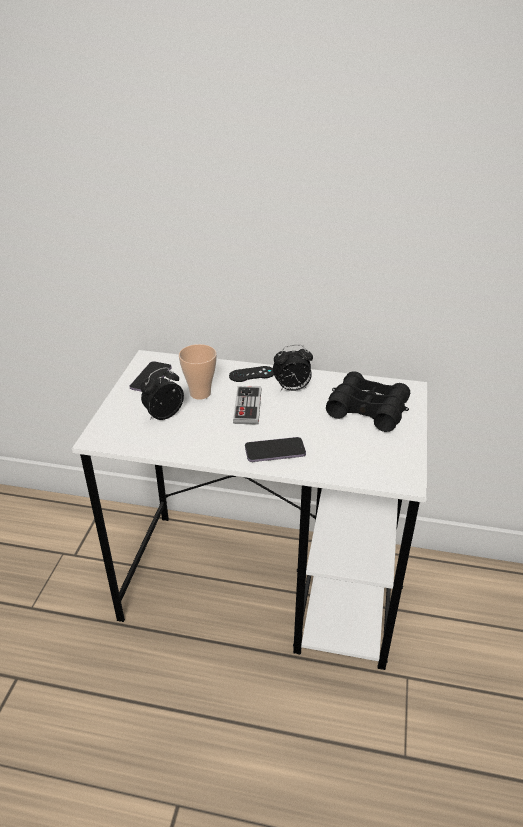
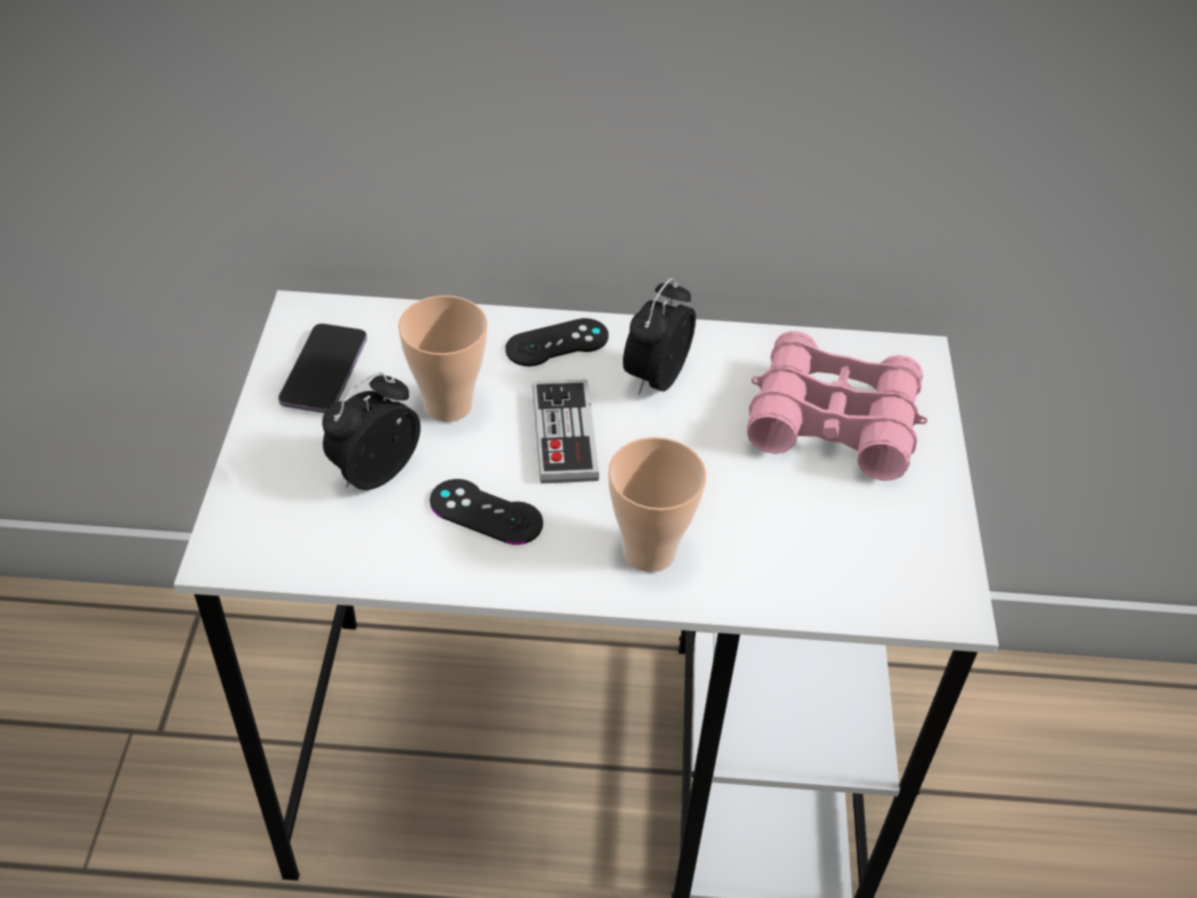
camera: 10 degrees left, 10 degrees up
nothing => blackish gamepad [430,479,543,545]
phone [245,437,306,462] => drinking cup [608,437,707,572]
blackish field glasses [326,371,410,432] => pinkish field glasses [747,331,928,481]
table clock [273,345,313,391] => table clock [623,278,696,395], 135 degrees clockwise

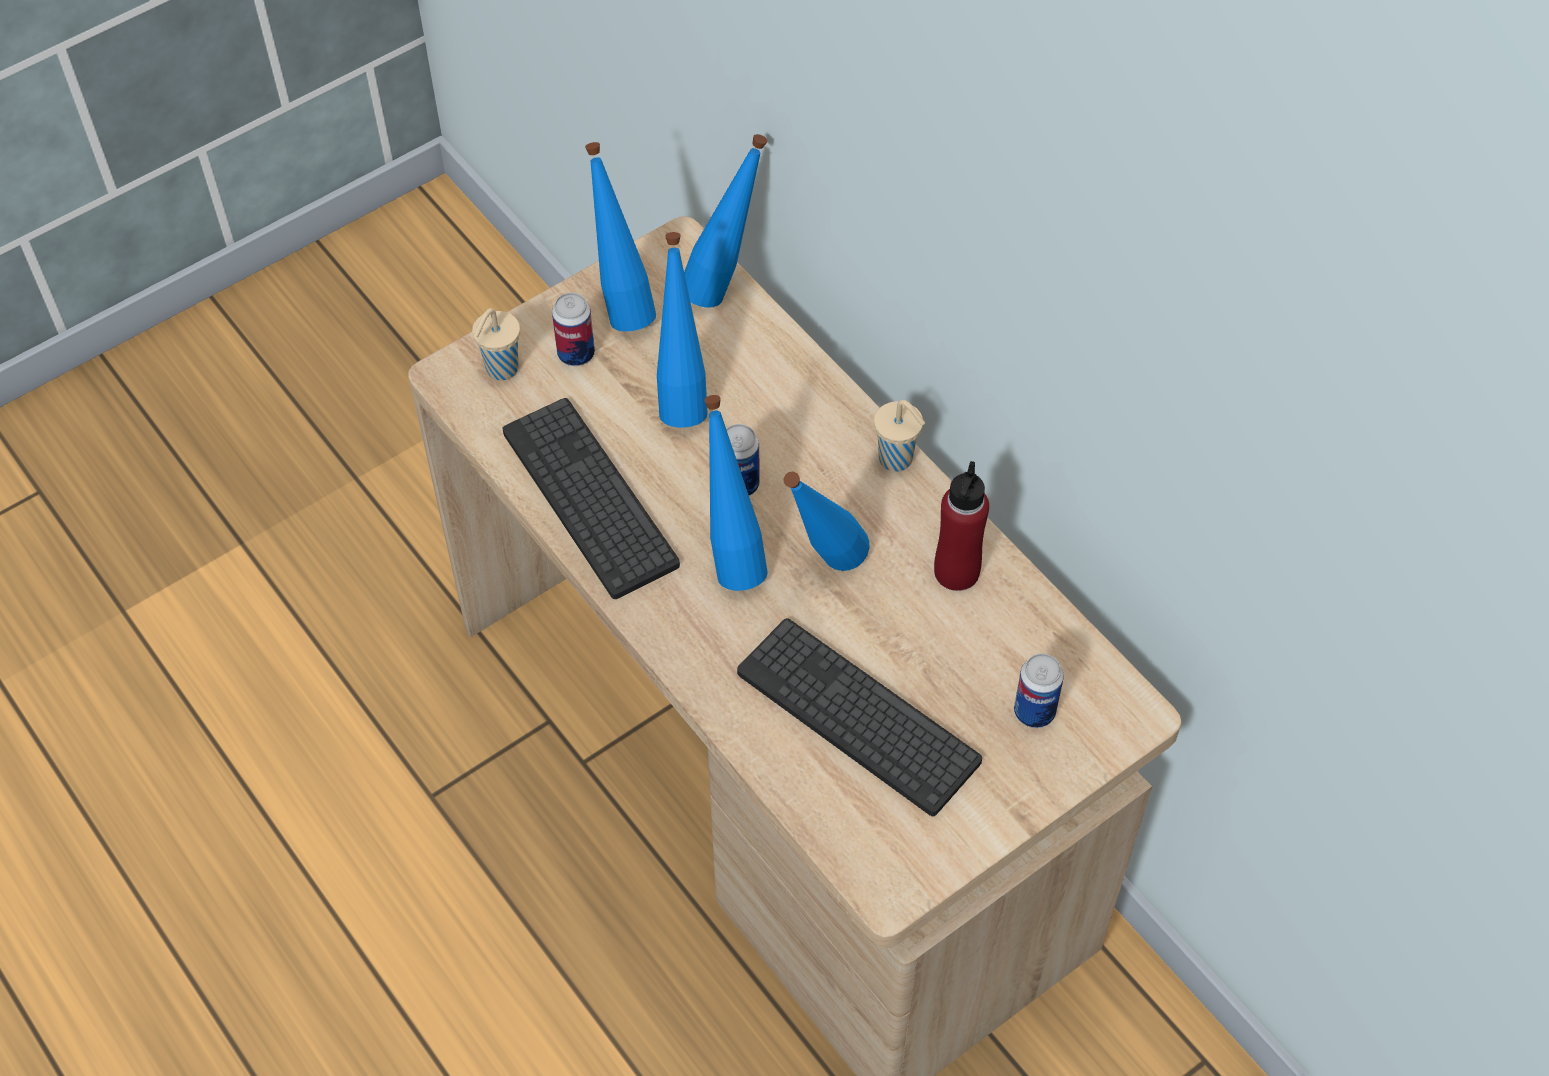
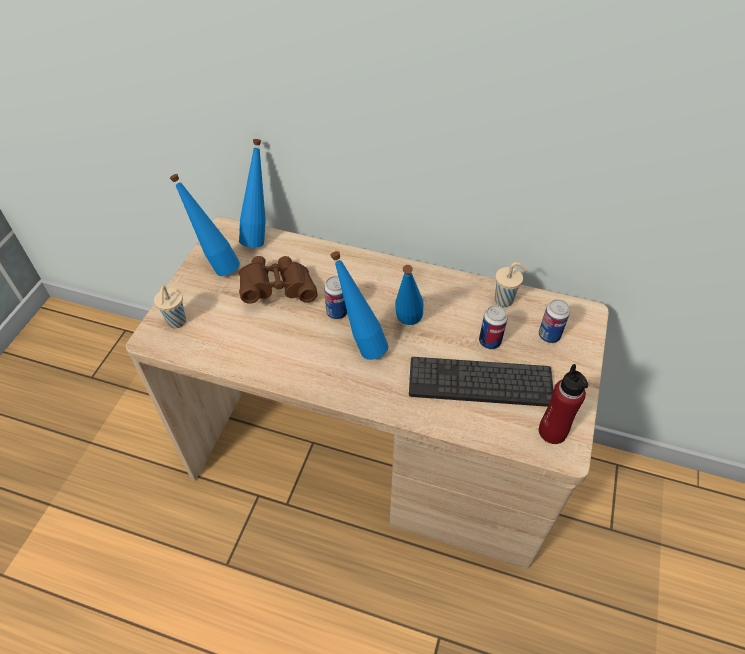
camera: 35 degrees left, 5 degrees down
PC keyboard [503,398,680,599] => nothing
can [552,293,595,366] => can [479,305,508,349], moved
beige drinking cup [874,400,925,472] => beige drinking cup [495,262,528,307], moved
reddish drink bottle [934,461,989,591] => reddish drink bottle [539,364,588,444], moved
bluish drink bottle [657,232,708,428] => brown-coloured field glasses [239,256,318,304]

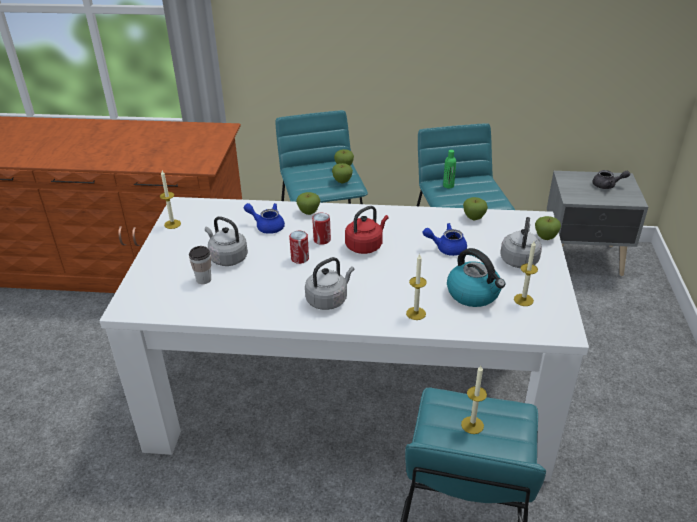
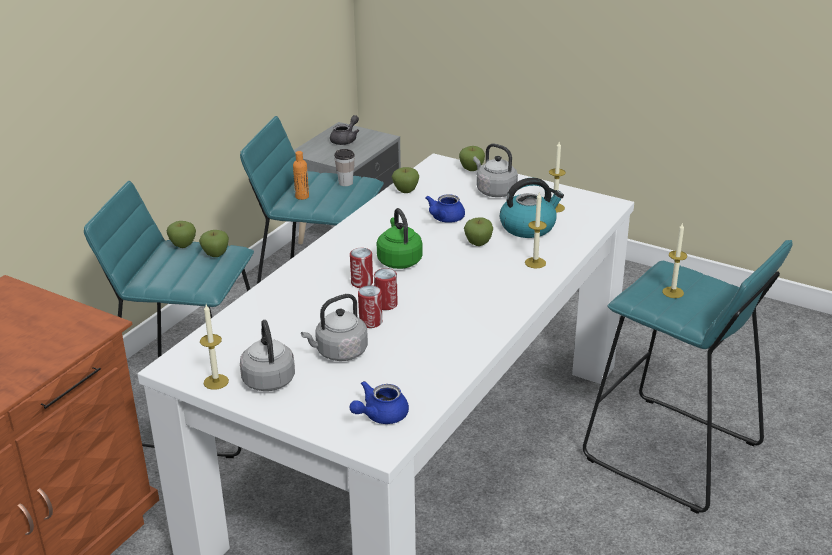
camera: 65 degrees left, 5 degrees down
nothing => can [358,285,382,328]
drinking cup [189,246,211,284] => drinking cup [334,149,355,186], moved
bluish teapot [244,203,285,234] => bluish teapot [350,381,409,424], moved
whole apple [296,192,320,215] => whole apple [464,217,493,246], moved
greyish kettle [305,257,354,310] => greyish kettle [240,320,295,391], moved
reddish kettle [345,206,389,254] => greenish kettle [377,208,423,269]
greenish drink bottle [443,150,456,188] => orange-coloured drink bottle [293,151,309,200]

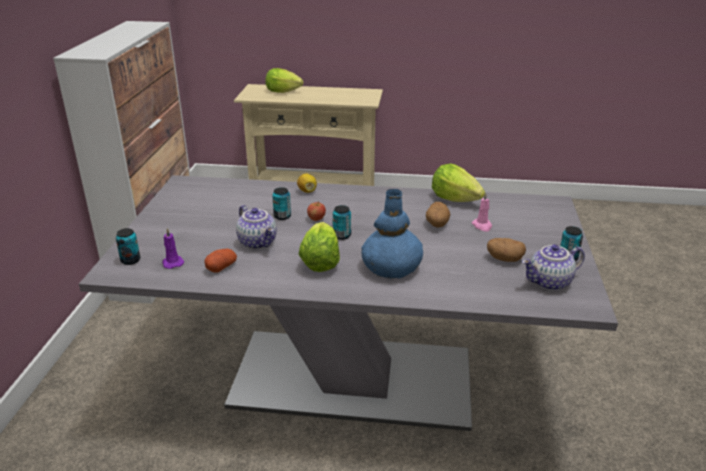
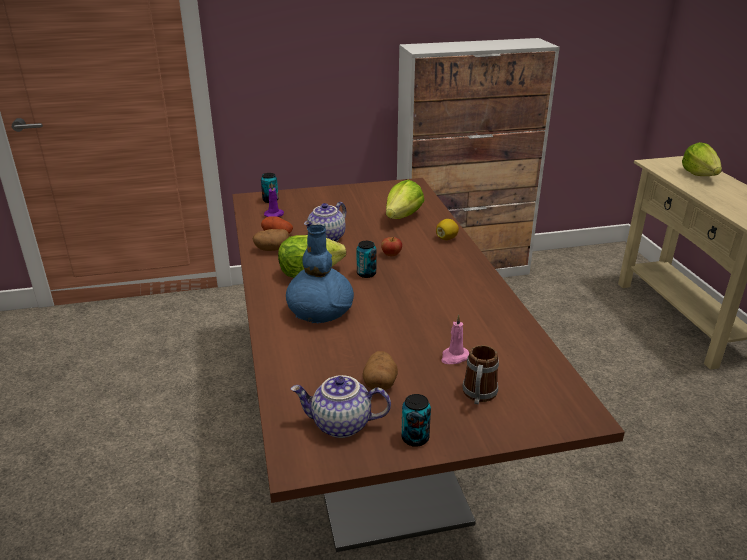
camera: 70 degrees right, 0 degrees up
can [272,187,291,220] => nothing
nothing => coffee mug [463,345,499,405]
spud [426,202,450,228] => spud [253,229,290,251], moved
lettuce [432,164,485,202] => lettuce [386,180,424,219], moved
greyish dining table [79,175,618,431] => brown-coloured dining table [232,178,625,552]
teapot [522,244,585,291] => teapot [290,375,391,438], 45 degrees counterclockwise

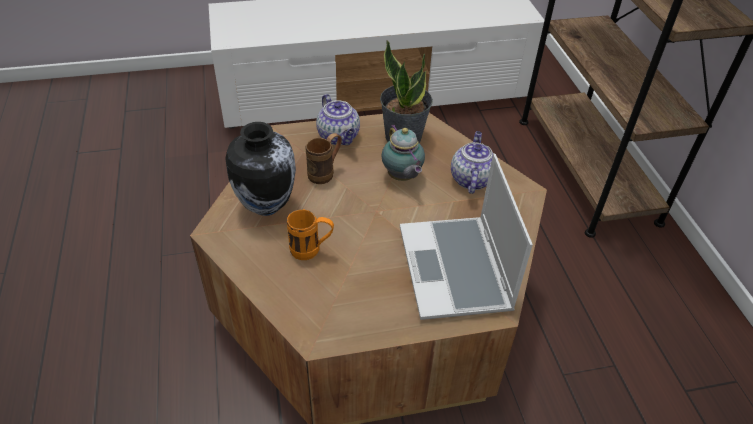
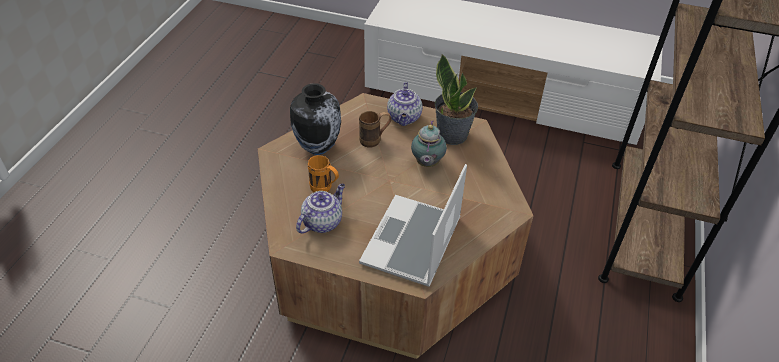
camera: 30 degrees right, 0 degrees up
teapot [451,131,493,194] => teapot [296,184,345,233], moved

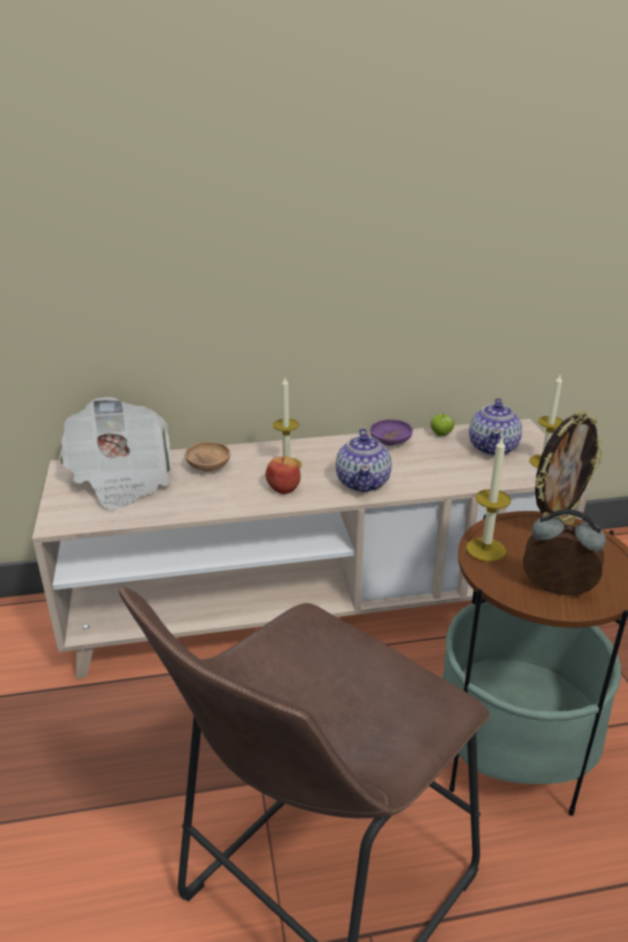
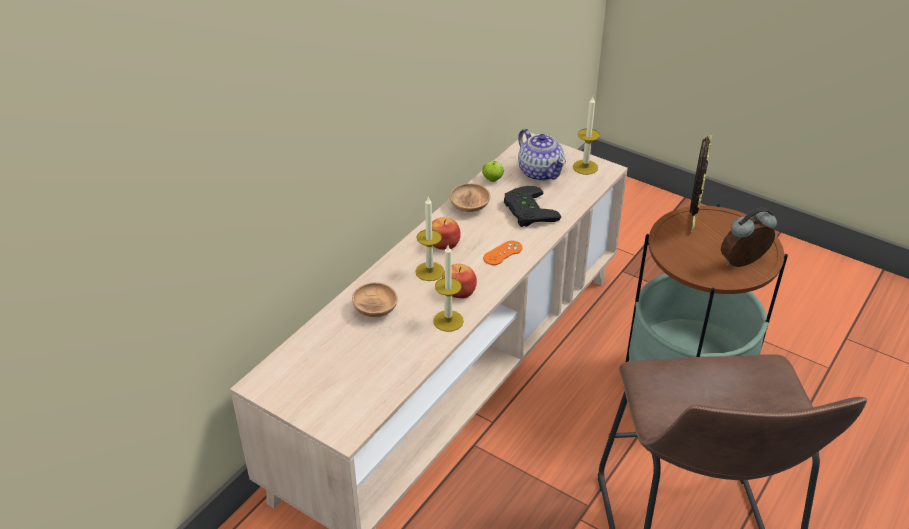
camera: 45 degrees left, 10 degrees up
printed paper [59,397,172,510] => nothing
nothing => whole apple [432,217,461,250]
nothing => blackish gamepad [504,186,561,227]
candle [466,438,511,562] => candle [433,245,464,332], moved
teapot [336,428,392,492] => orange-coloured gamepad [483,241,523,265]
purple serving bowl [370,419,413,446] => brown-coloured serving bowl [450,183,490,212]

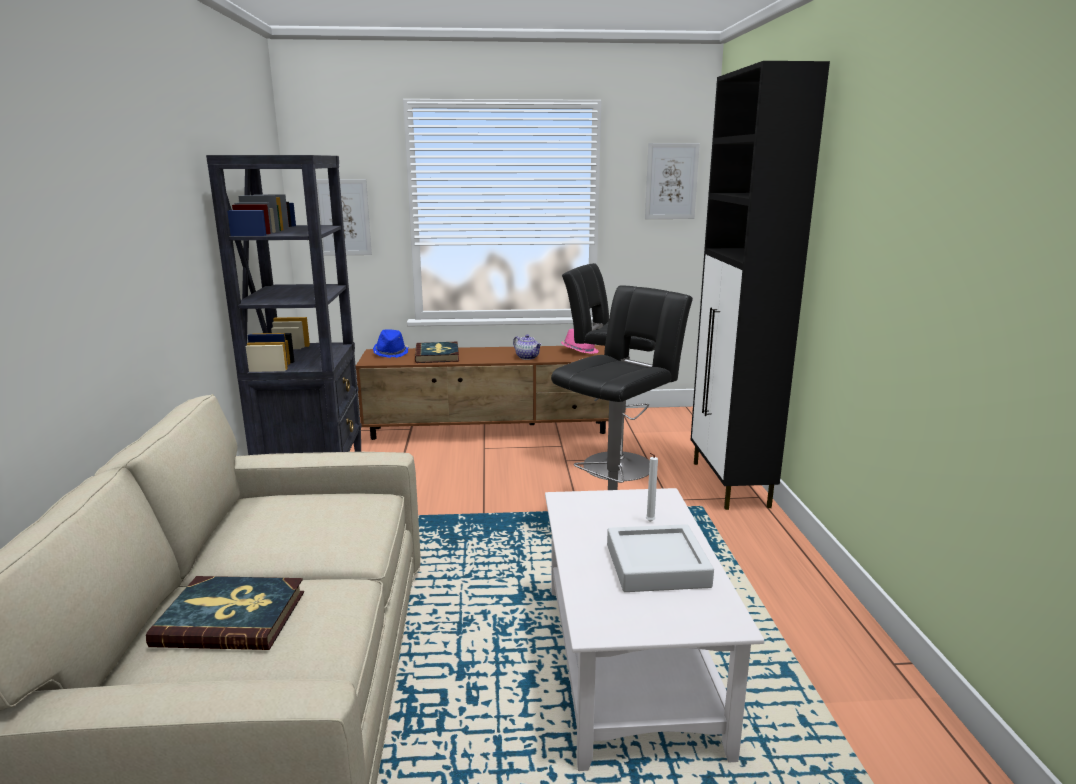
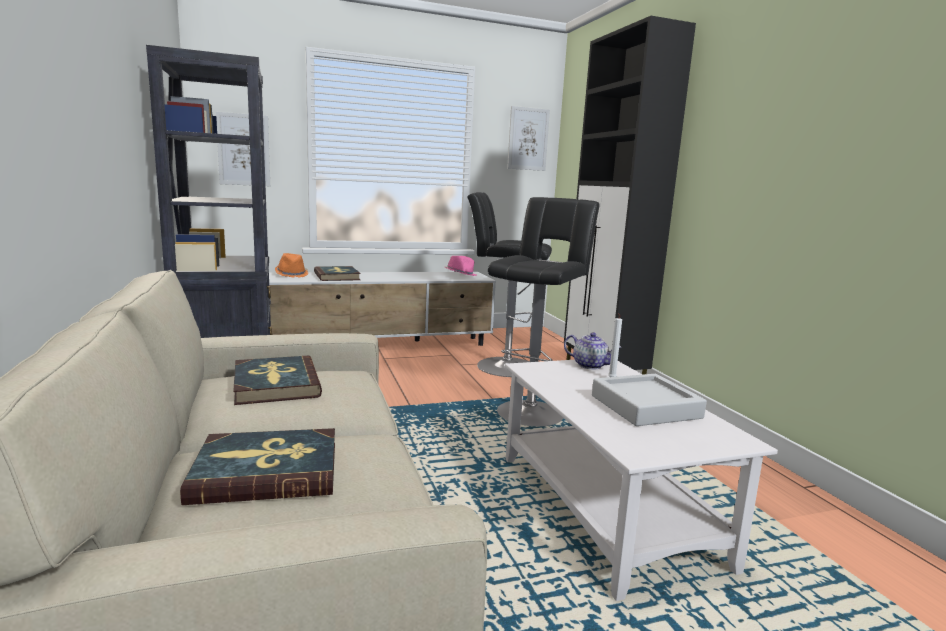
camera: 15 degrees left, 5 degrees down
nothing => book [233,355,322,405]
teapot [513,334,542,360] => teapot [564,332,621,369], moved
brown-coloured media console [356,345,609,440] => white-coloured media console [269,272,496,346]
bluish hat [373,329,409,358] => orange-coloured hat [275,253,308,278]

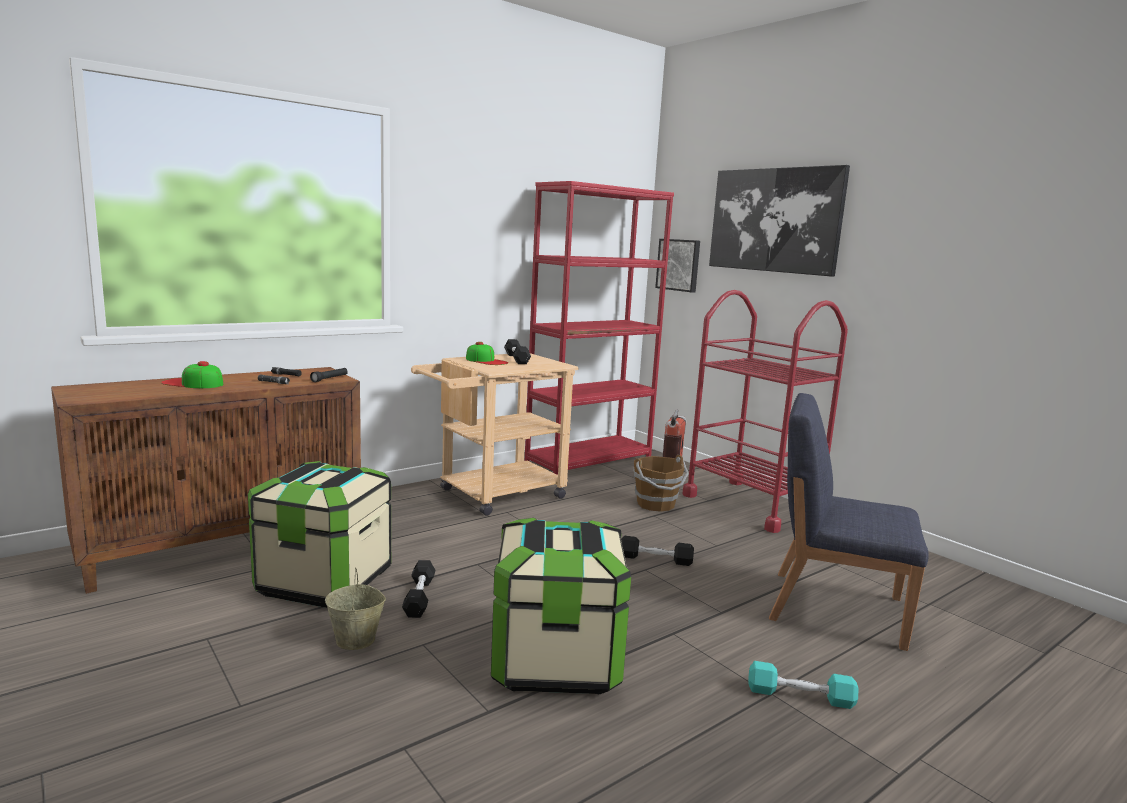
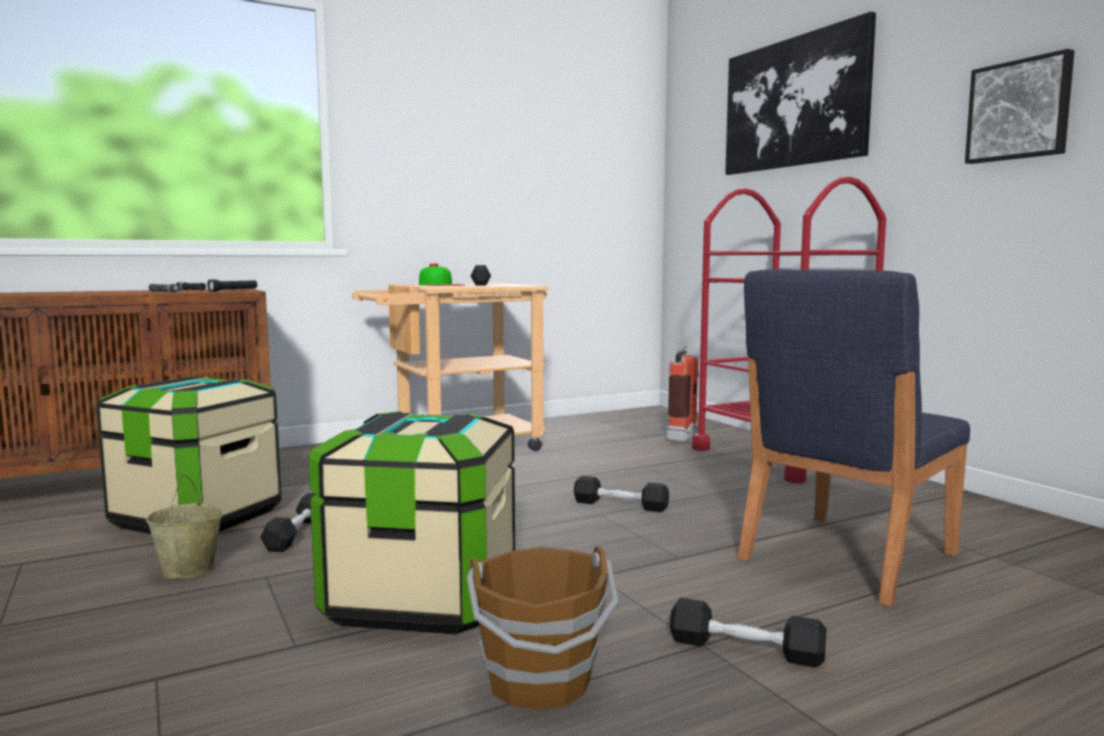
camera: 10 degrees right, 5 degrees down
peaked cap [161,361,223,388] => nothing
reddish shelving unit [525,181,674,475] => nothing
brown-coloured bucket [634,455,689,512] => brown-coloured bucket [466,546,619,710], moved
wall art [655,239,700,292] => wall art [965,49,1075,164], moved
turquoise-coloured free weight [748,661,859,709] => blackish free weight [670,598,827,668]
bluish plain chair [769,393,929,651] => bluish plain chair [737,269,970,607], 75 degrees counterclockwise

